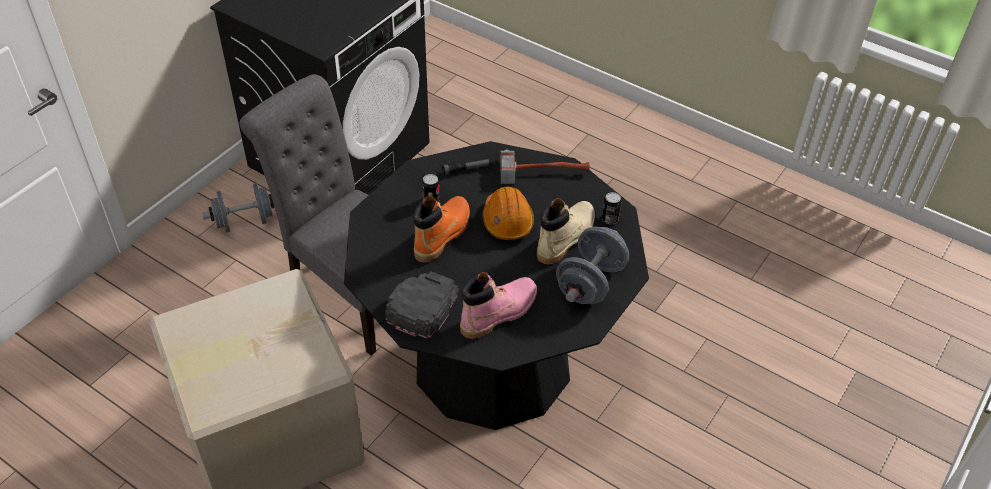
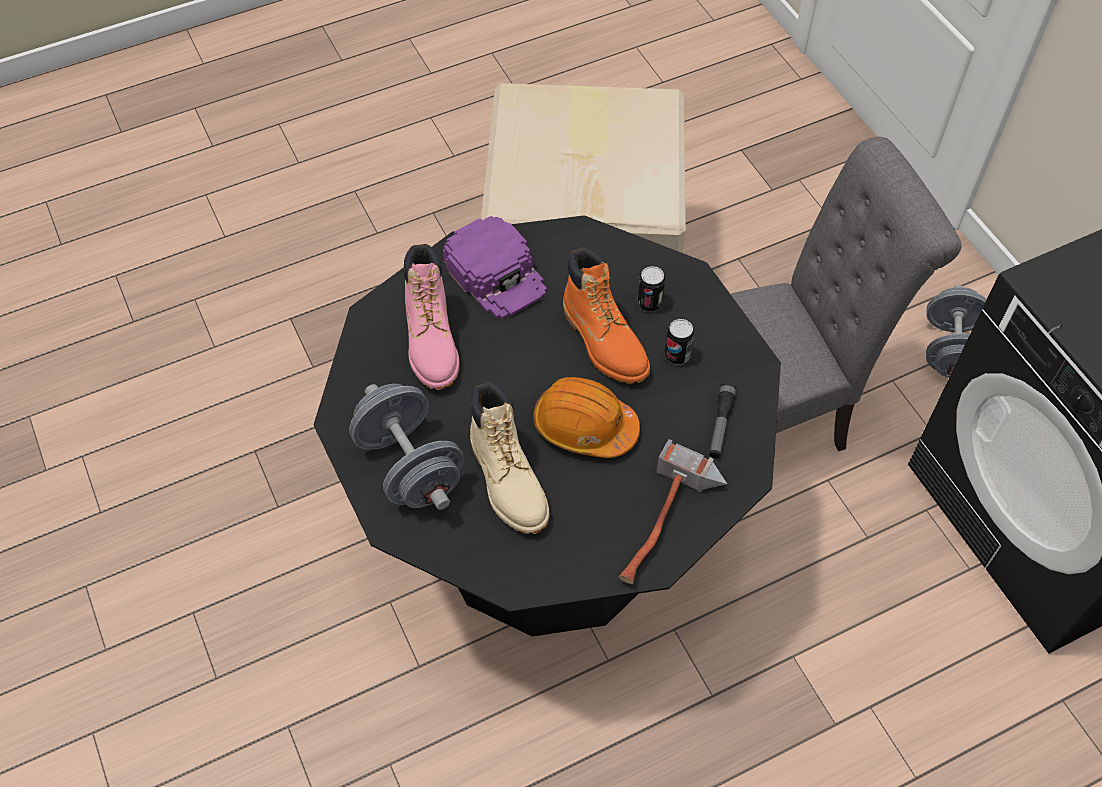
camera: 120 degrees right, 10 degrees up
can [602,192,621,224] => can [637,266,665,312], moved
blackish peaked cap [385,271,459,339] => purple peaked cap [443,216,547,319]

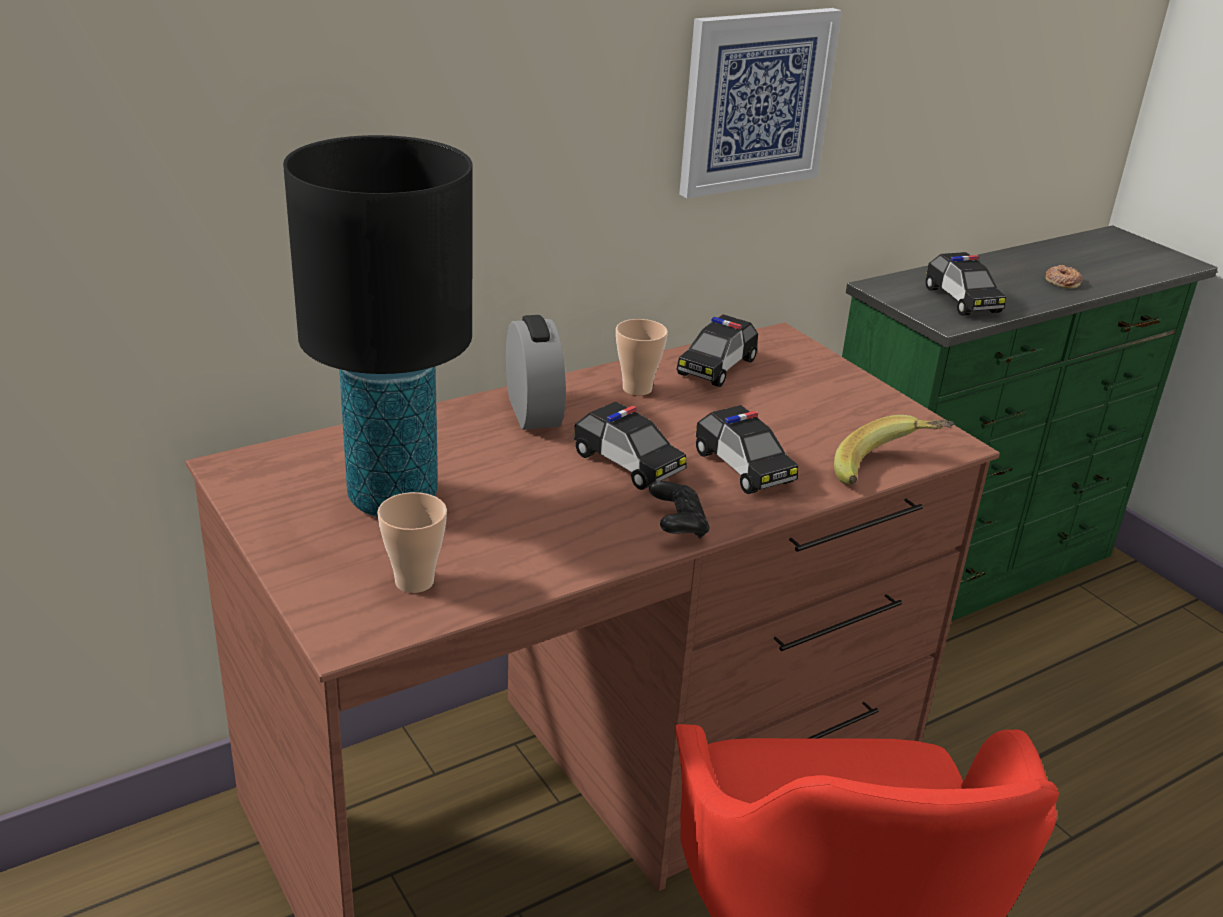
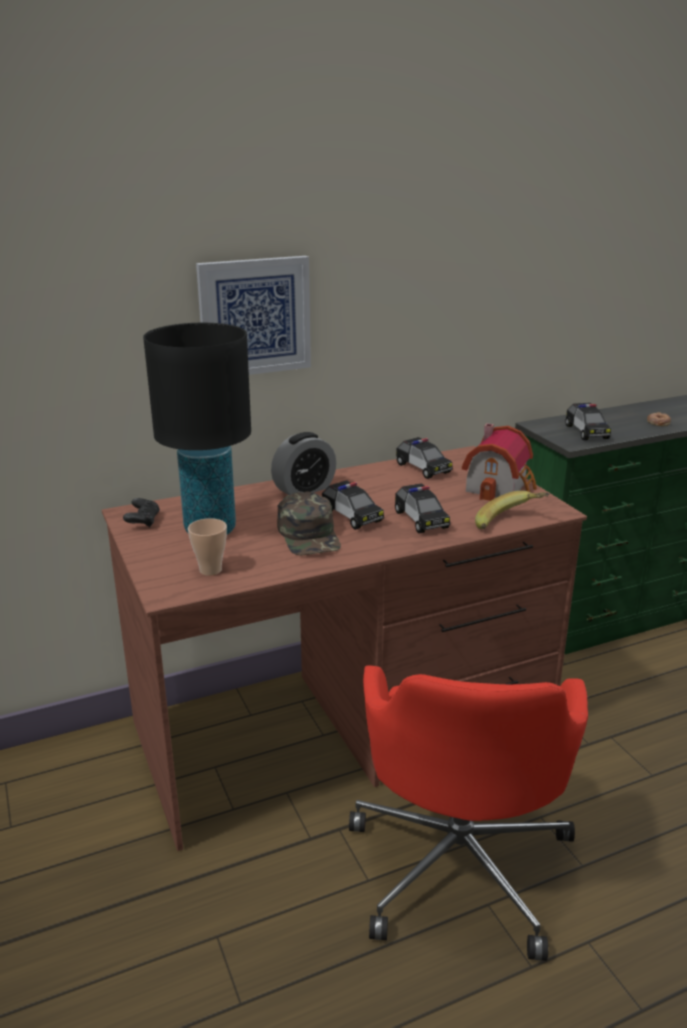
camera: 10 degrees right, 5 degrees down
drinking cup [616,319,668,396] => nothing
nothing => greenish peaked cap [277,492,341,556]
nothing => miniature house [462,423,537,501]
blackish gamepad [649,481,710,538] => blackish gamepad [123,498,160,528], moved
wall art [679,8,842,198] => wall art [196,256,311,375], moved
table clock [506,315,566,430] => table clock [271,432,336,495], 60 degrees clockwise
toy car [676,314,758,387] => toy car [396,437,453,479], 75 degrees counterclockwise

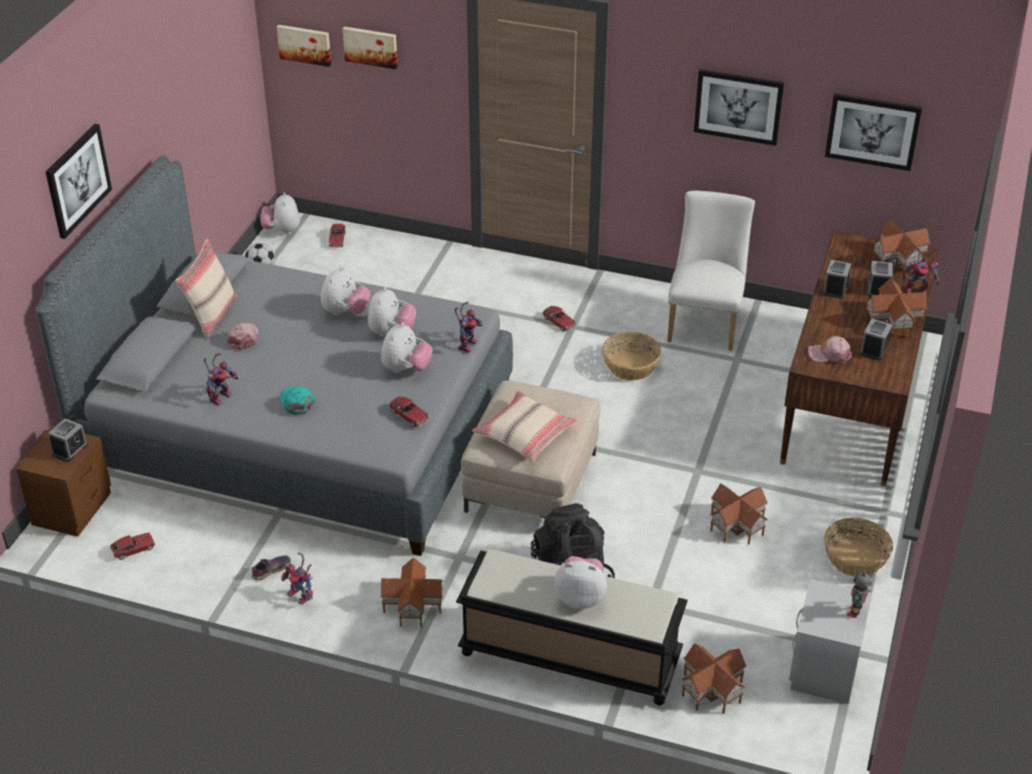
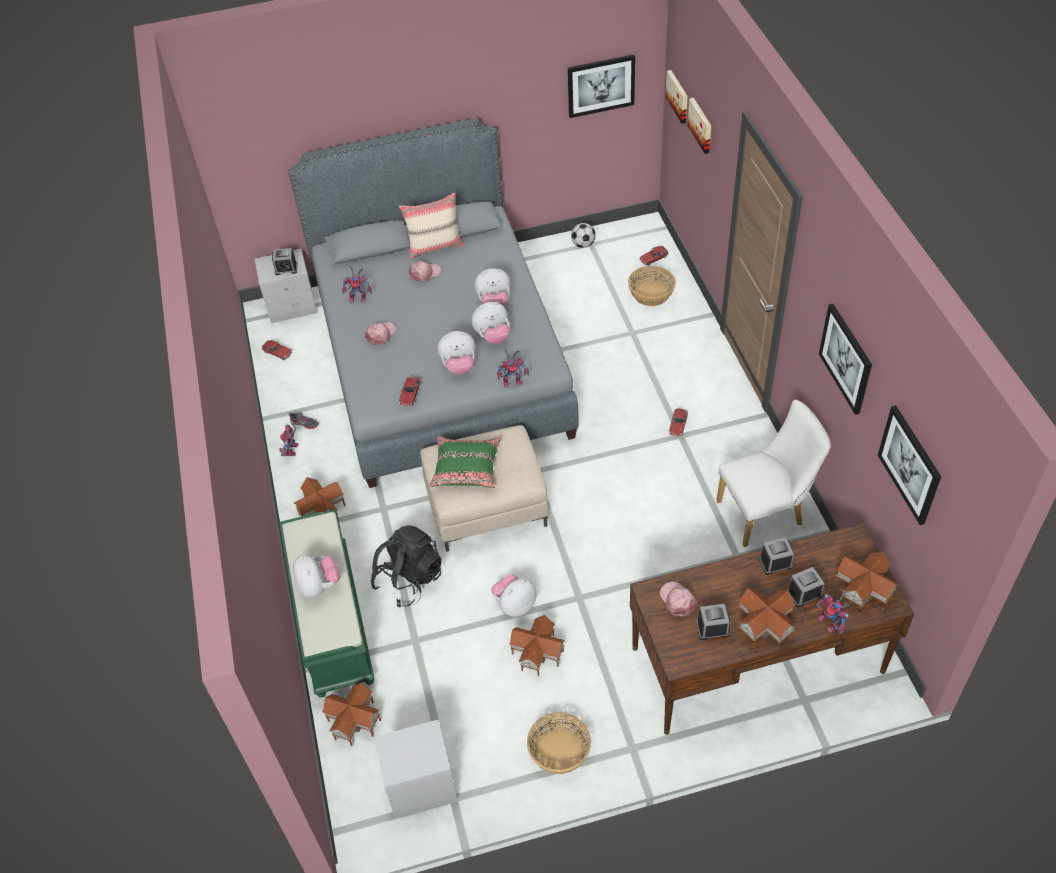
camera: 60 degrees right, 10 degrees up
robot figure [847,571,871,618] => nothing
wall art [46,124,112,239] => wall art [568,54,635,118], moved
plush toy [260,192,300,235] => plush toy [491,574,536,617], moved
basket [602,332,662,380] => basket [628,266,676,306], moved
brown-coloured night table [16,426,111,537] => greyish night table [255,249,317,323]
turquoise-coloured peaked cap [280,387,316,415] => pinkish peaked cap [365,322,396,345]
blackish long seat [456,549,688,705] => greenish long seat [279,509,374,698]
beige cushion [472,391,578,462] => greenish cushion [430,436,501,488]

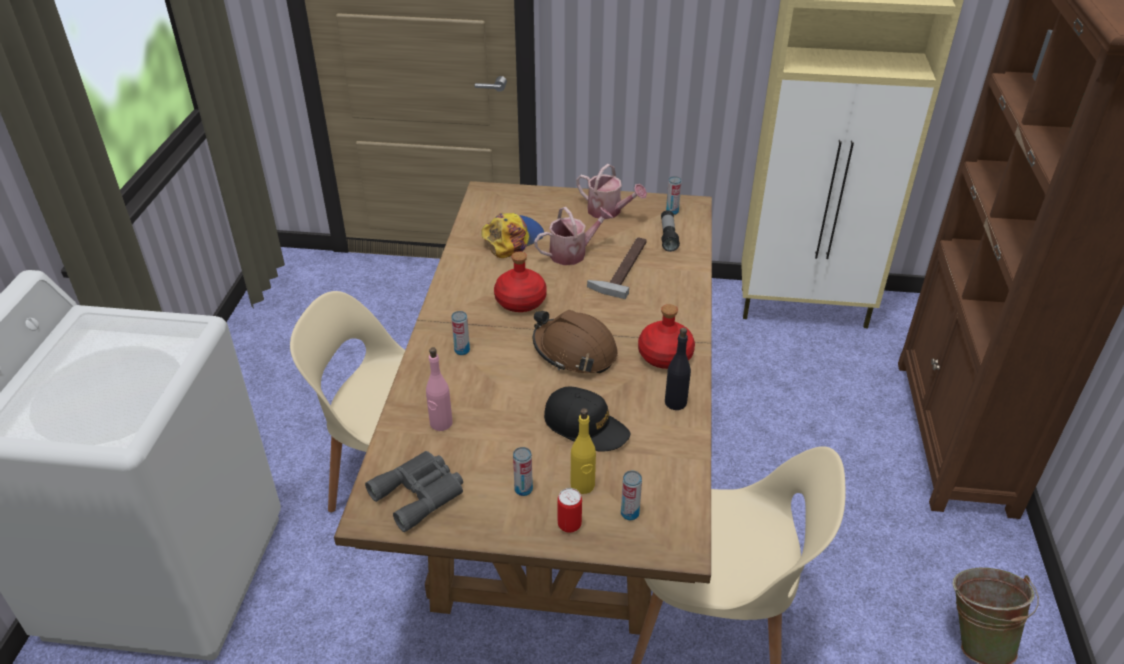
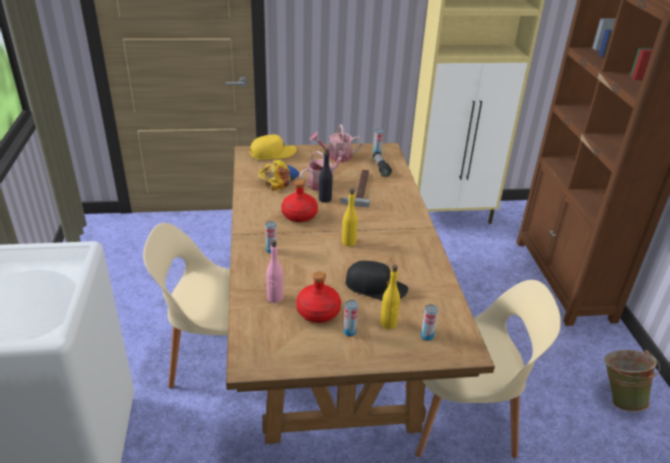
camera: 15 degrees left, 5 degrees down
greyish field glasses [365,451,463,532] => nothing
can [558,488,582,533] => nothing
nothing => yellow peaked cap [249,135,296,160]
reddish drink bottle [638,304,695,369] => reddish drink bottle [296,271,341,323], moved
blackish drink bottle [665,328,691,410] => blackish drink bottle [319,148,333,203], moved
brown-coloured work helmet [533,310,618,373] => yellow drink bottle [342,188,358,246]
watering can [576,164,647,218] => watering can [310,124,363,162], 150 degrees clockwise

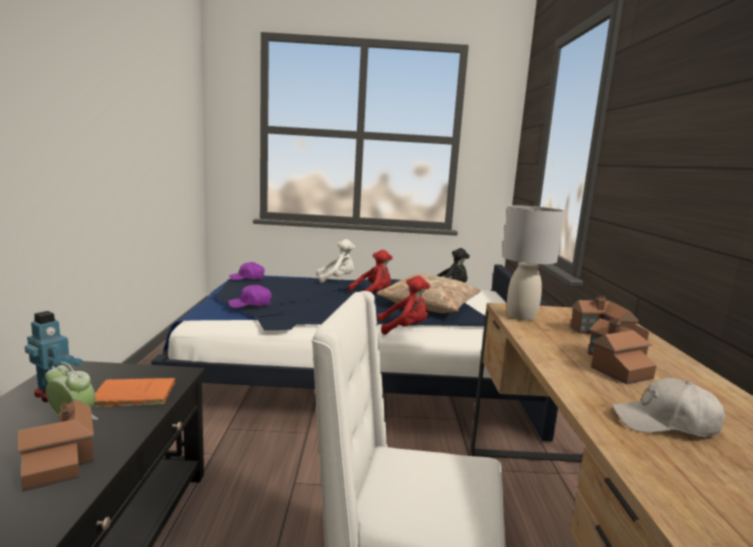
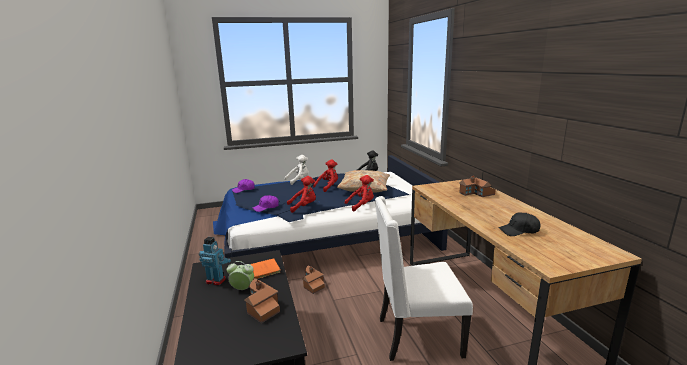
camera: 15 degrees left, 5 degrees up
greyish tabletop lamp [502,205,564,321] => nothing
nothing => reddish plush toy [287,176,316,213]
miniature house [588,317,657,385] => miniature house [302,265,325,294], moved
white-coloured peaked cap [612,378,725,437] => blackish peaked cap [498,212,540,236]

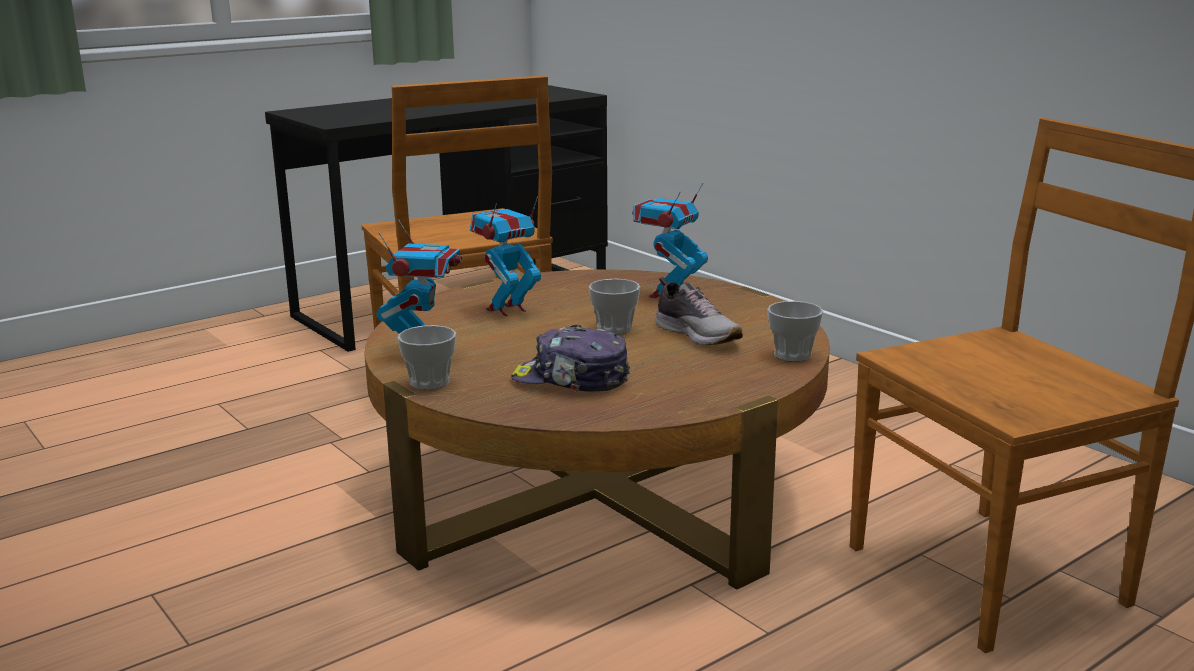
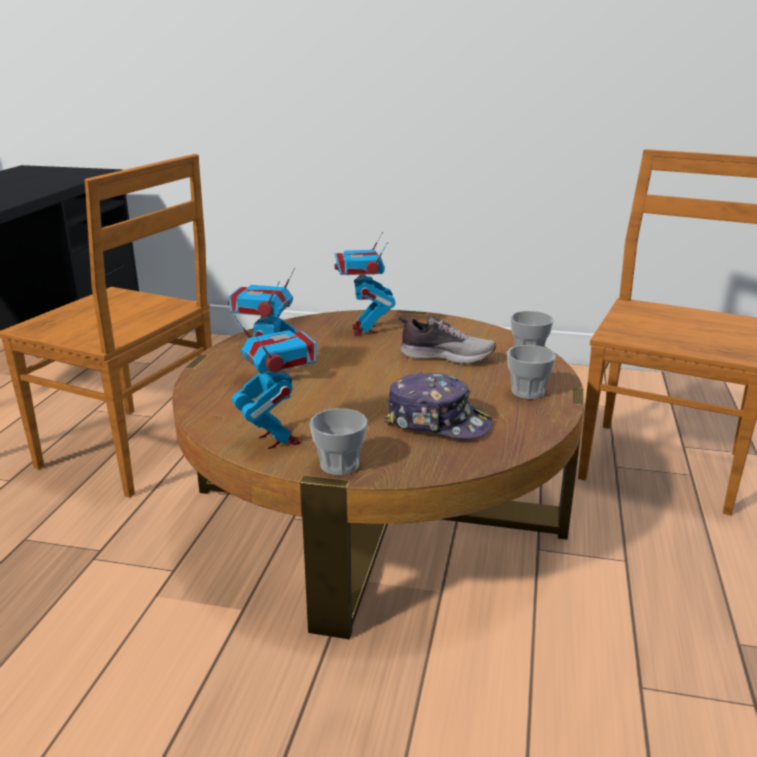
camera: 40 degrees left, 5 degrees up
drinking cup [589,279,640,335] => drinking cup [507,345,556,399], moved
peaked cap [511,324,630,391] => peaked cap [385,372,493,439], 135 degrees counterclockwise

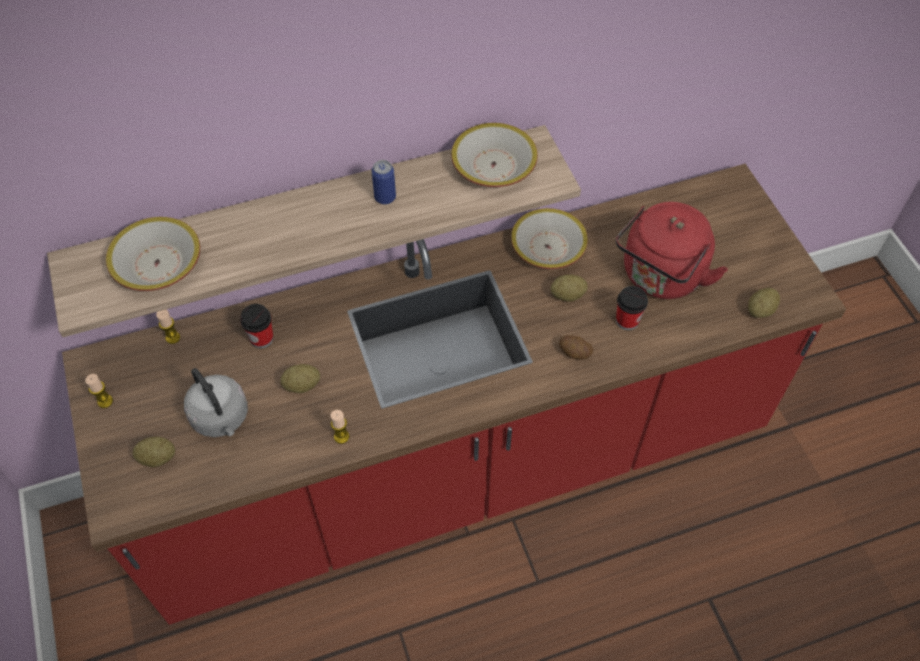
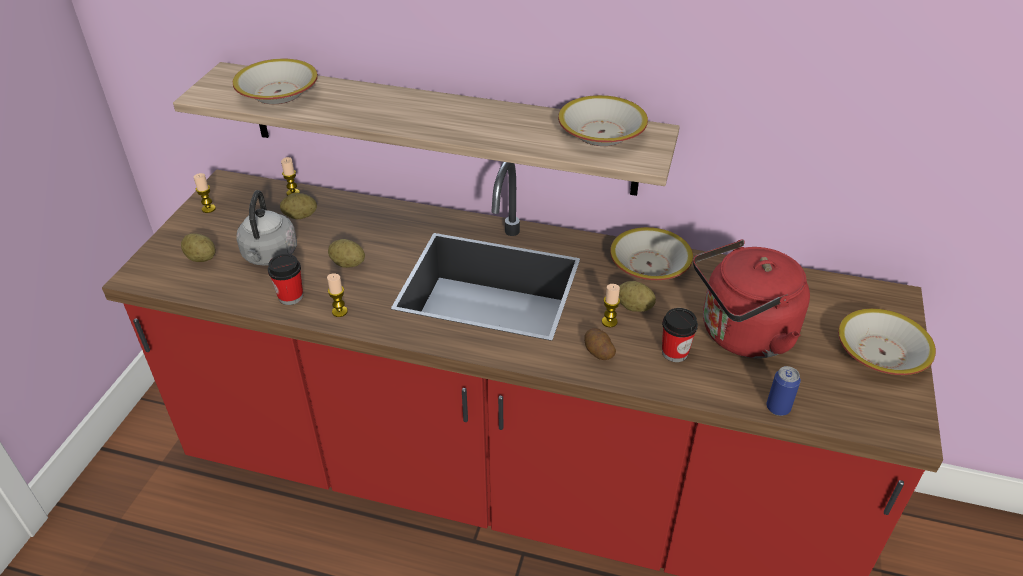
camera: 35 degrees right, 15 degrees down
nothing => candle [602,284,620,327]
nothing => serving bowl [838,308,936,375]
drinking cup [240,304,273,348] => drinking cup [268,254,303,305], moved
can [372,160,396,205] => can [766,366,801,416], moved
spud [748,288,780,318] => spud [280,193,317,219], moved

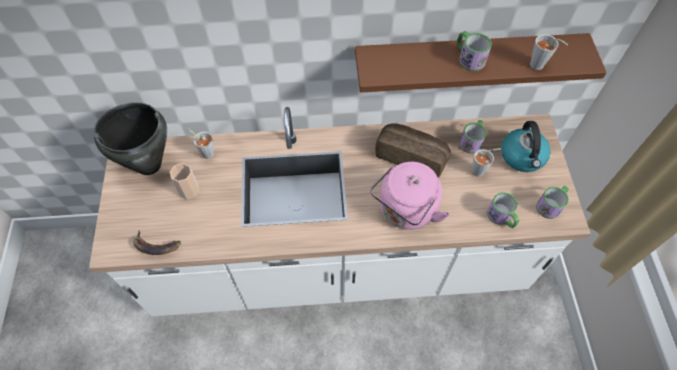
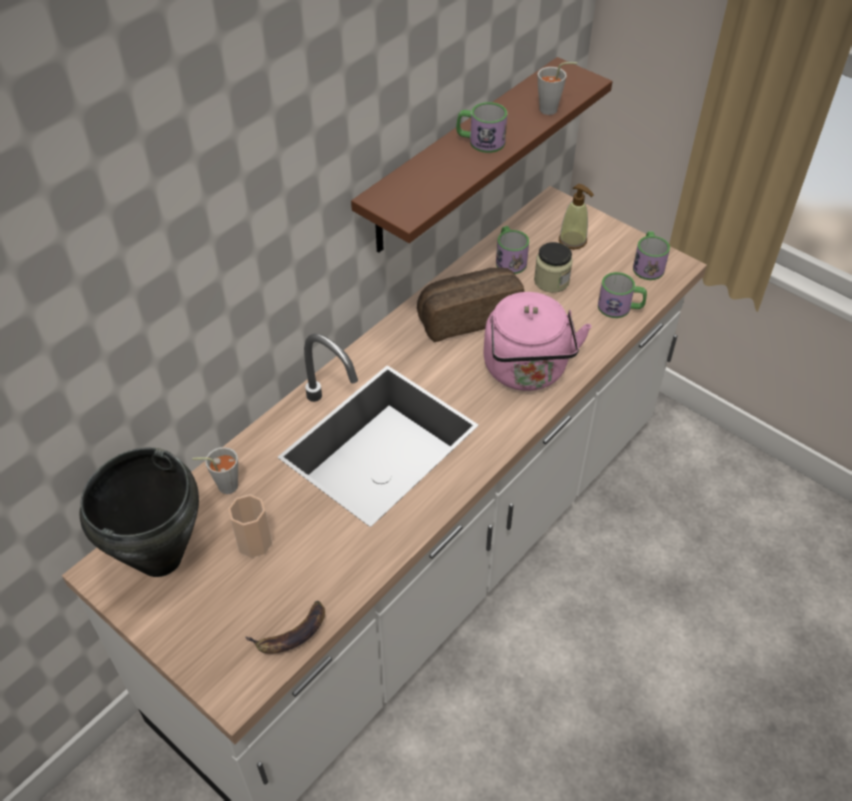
camera: 45 degrees left, 10 degrees down
greyish drinking cup [472,148,501,177] => storage jar [534,242,573,293]
kettle [501,121,550,172] => liquid soap bottle [559,184,594,249]

